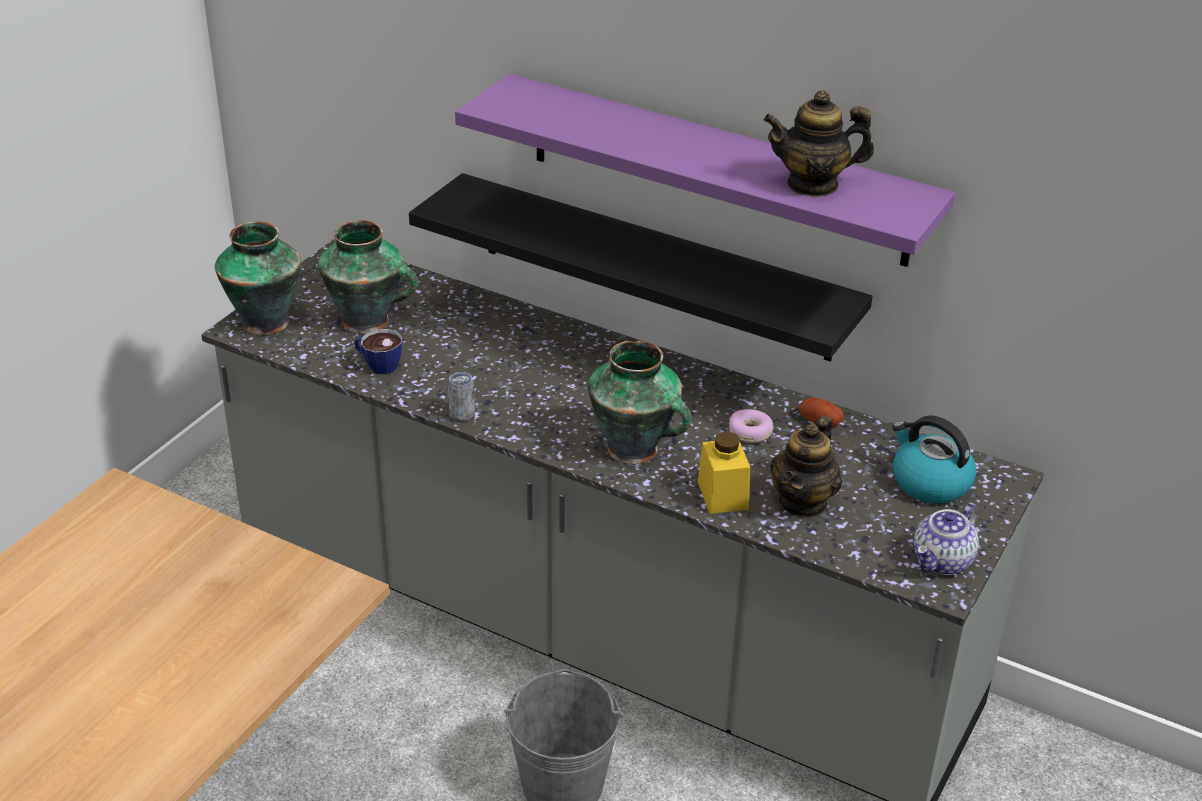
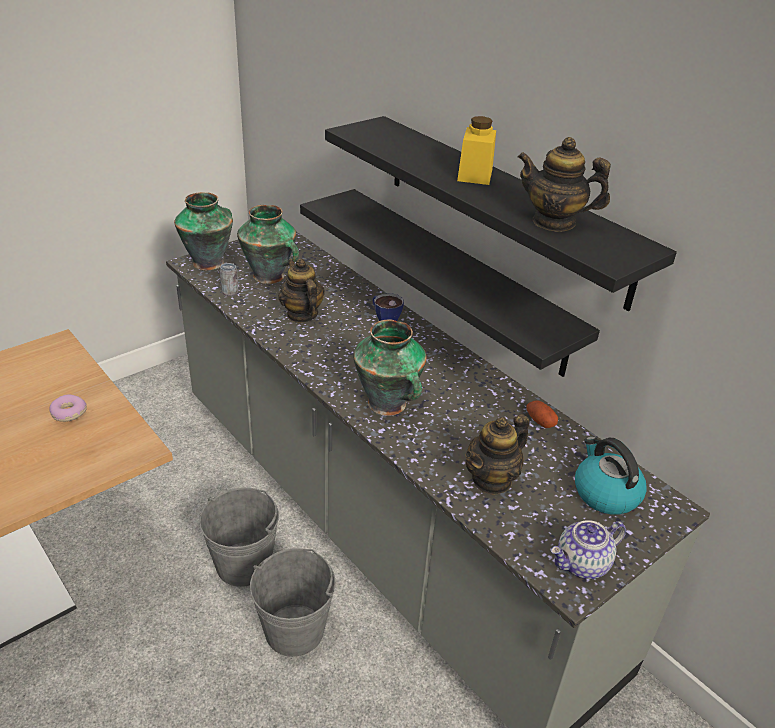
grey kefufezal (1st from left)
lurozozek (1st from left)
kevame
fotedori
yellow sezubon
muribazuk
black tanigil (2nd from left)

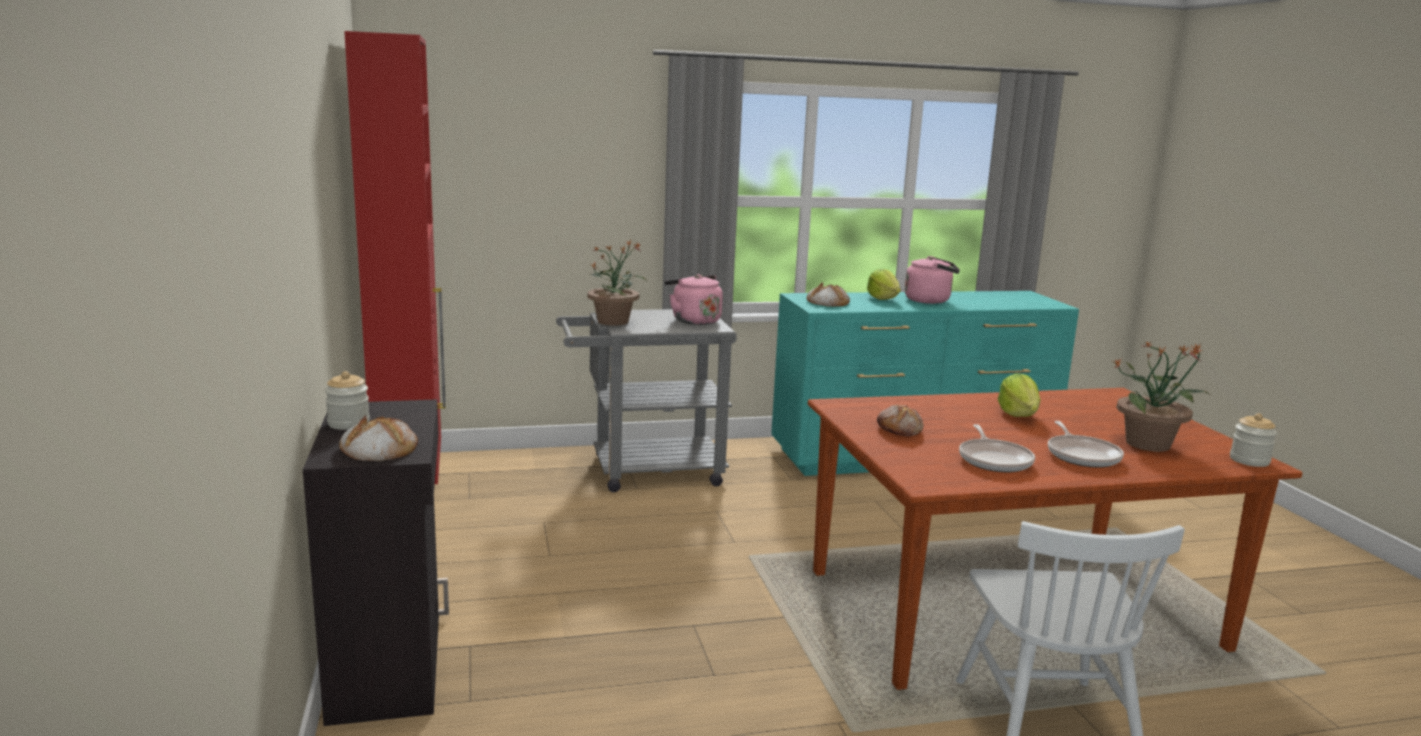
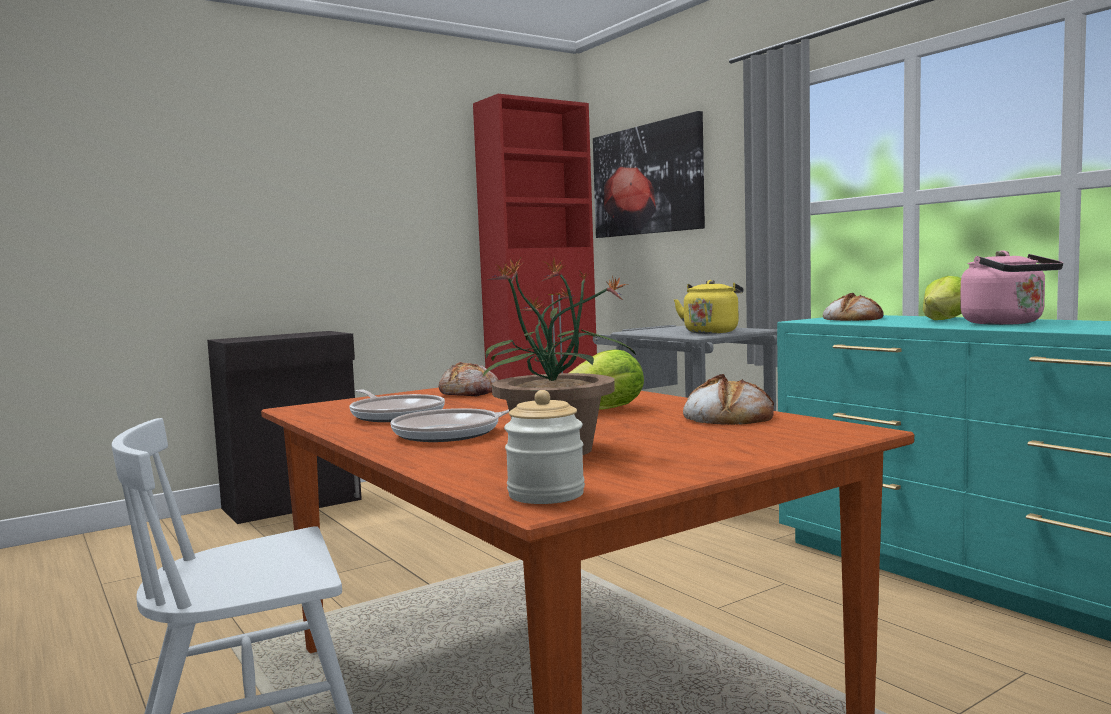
sezubon (1st from left in the first image)
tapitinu (1st from left in the first image)
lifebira
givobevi (2nd from left)
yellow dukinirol
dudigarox (1st from left)

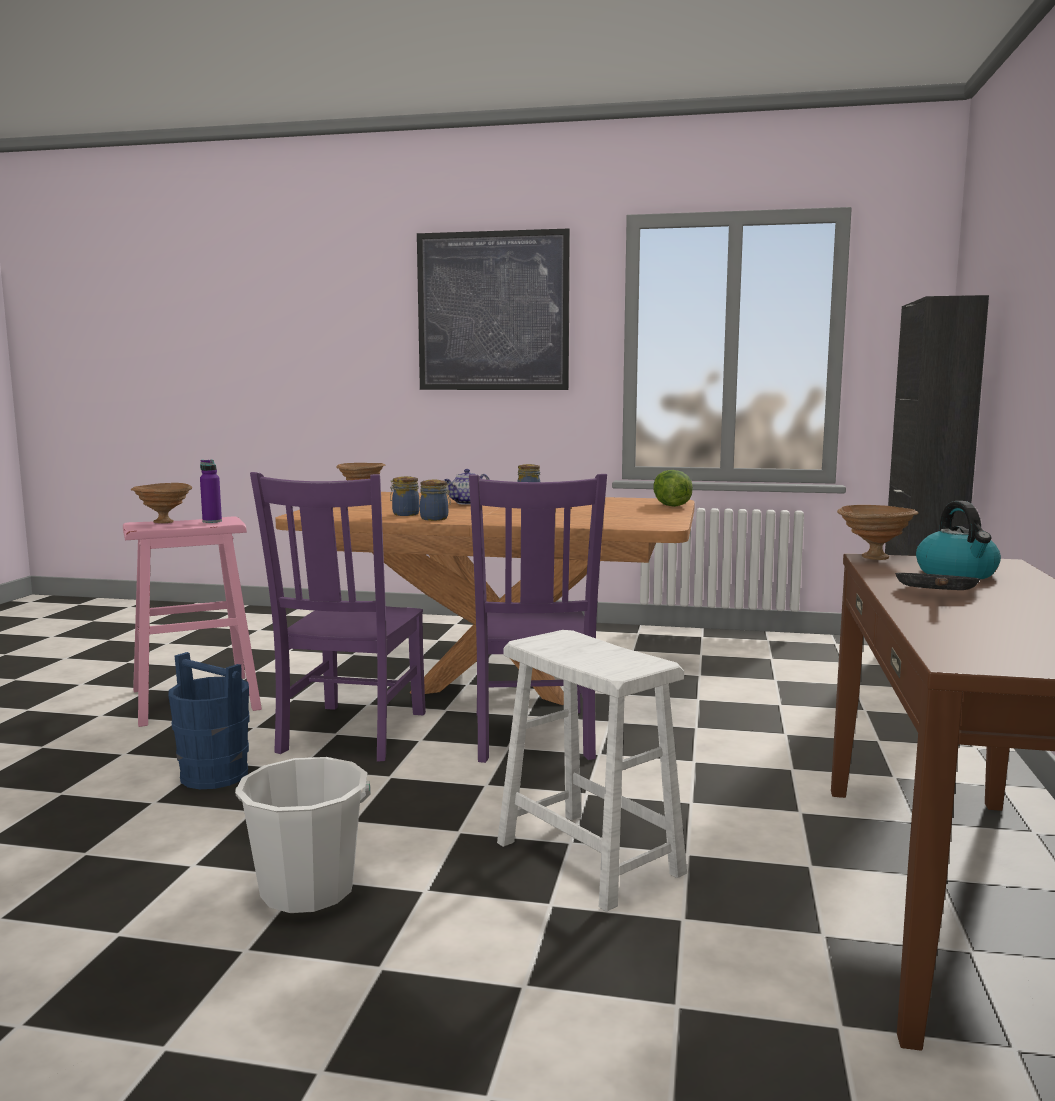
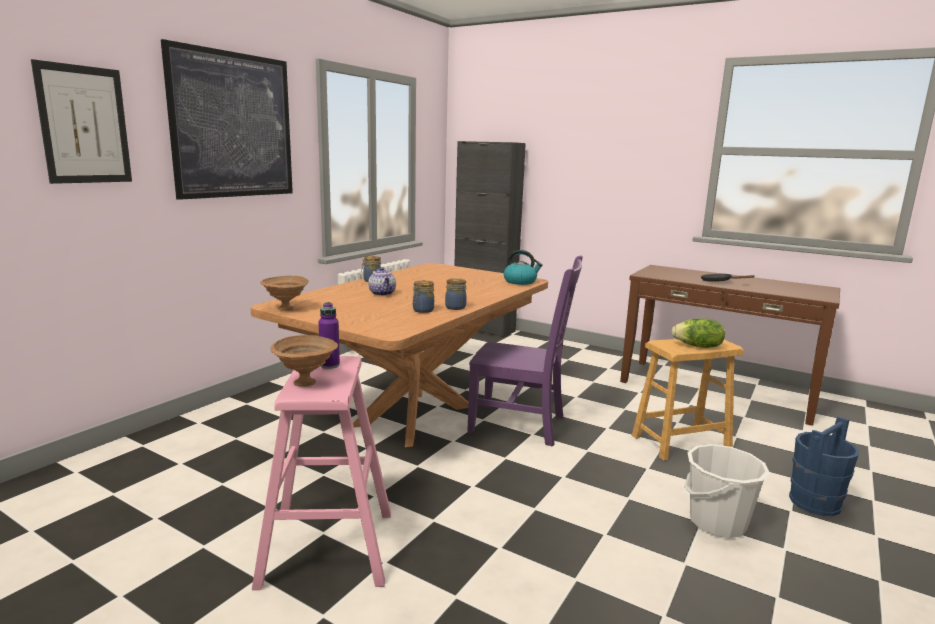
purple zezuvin (1st from left in the first image)
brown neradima (3rd from left in the first image)
lifebira (1st from left)
blue kefufezal
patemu
dukinirol
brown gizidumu

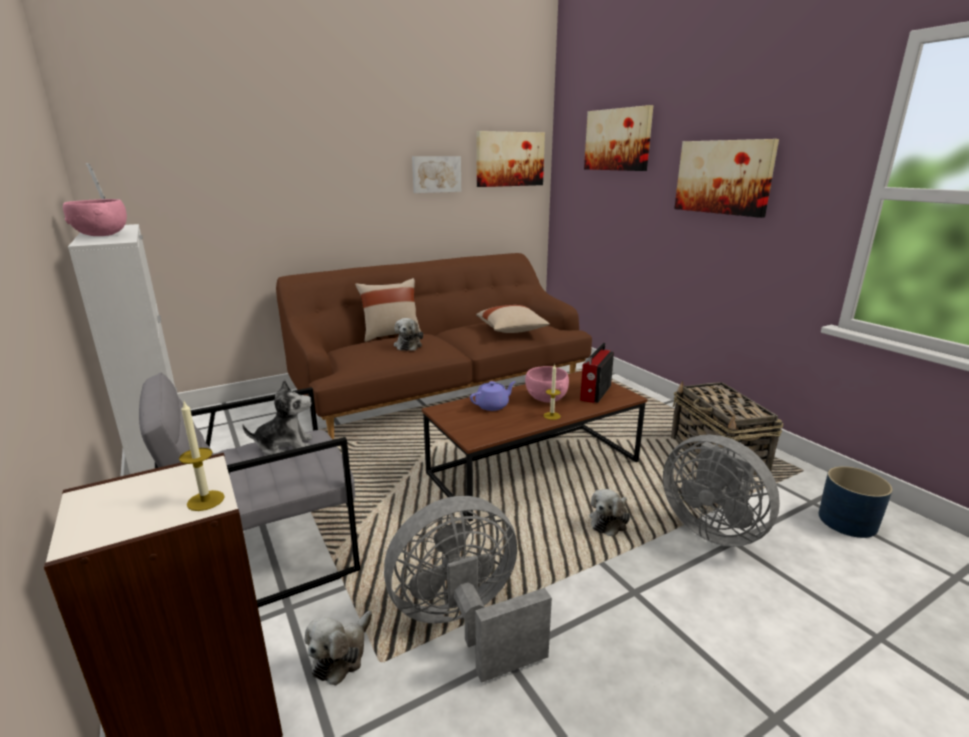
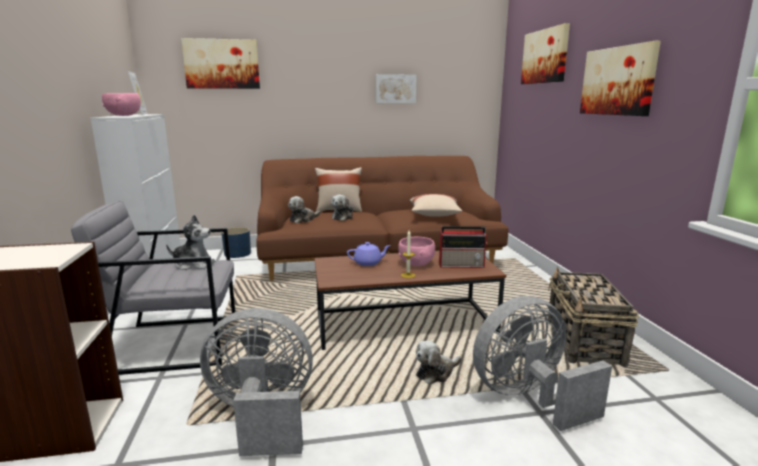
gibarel (1st from left in the first image)
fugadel (2nd from left)
lifebira (1st from left)
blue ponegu
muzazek
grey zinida (2nd from left)

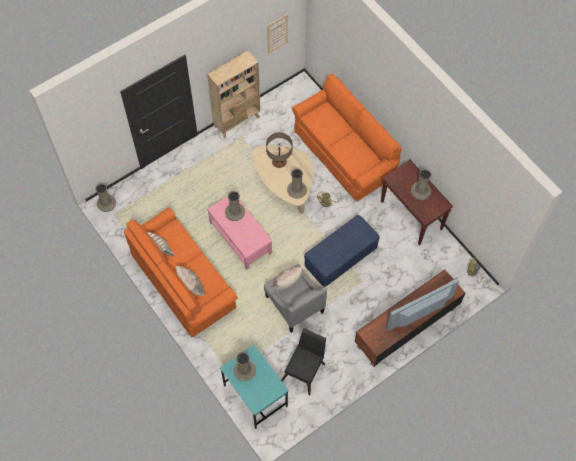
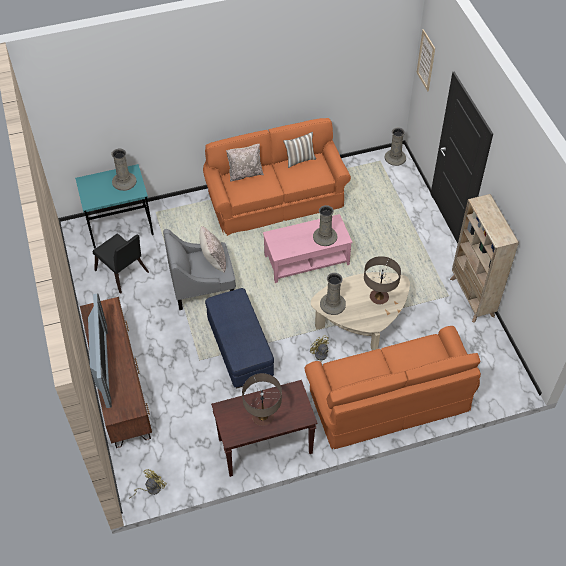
lifebira
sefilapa (1st from left)

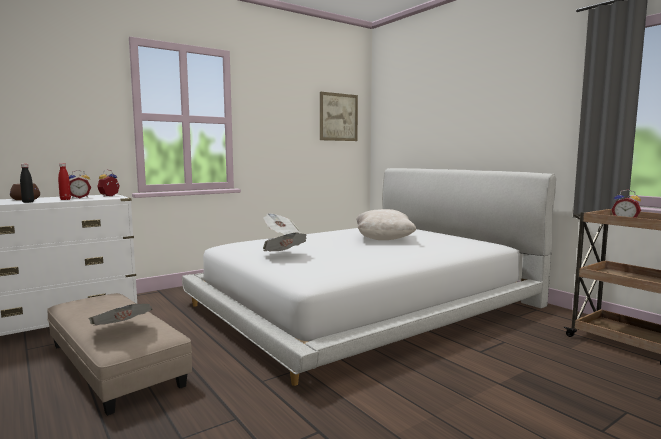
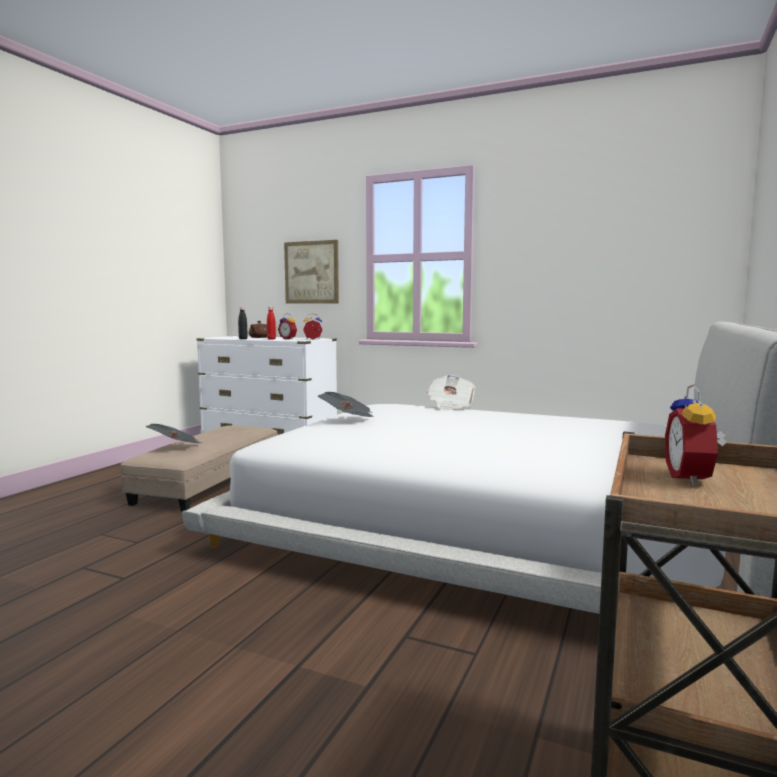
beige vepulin
lifebira

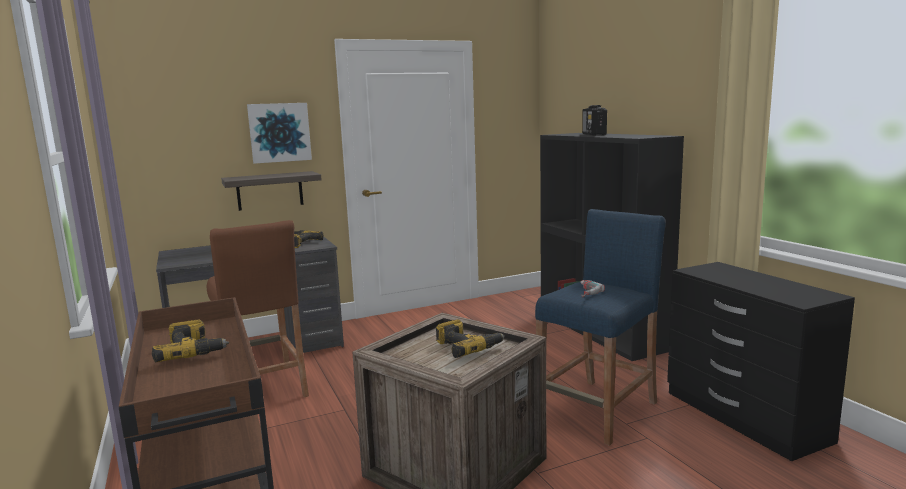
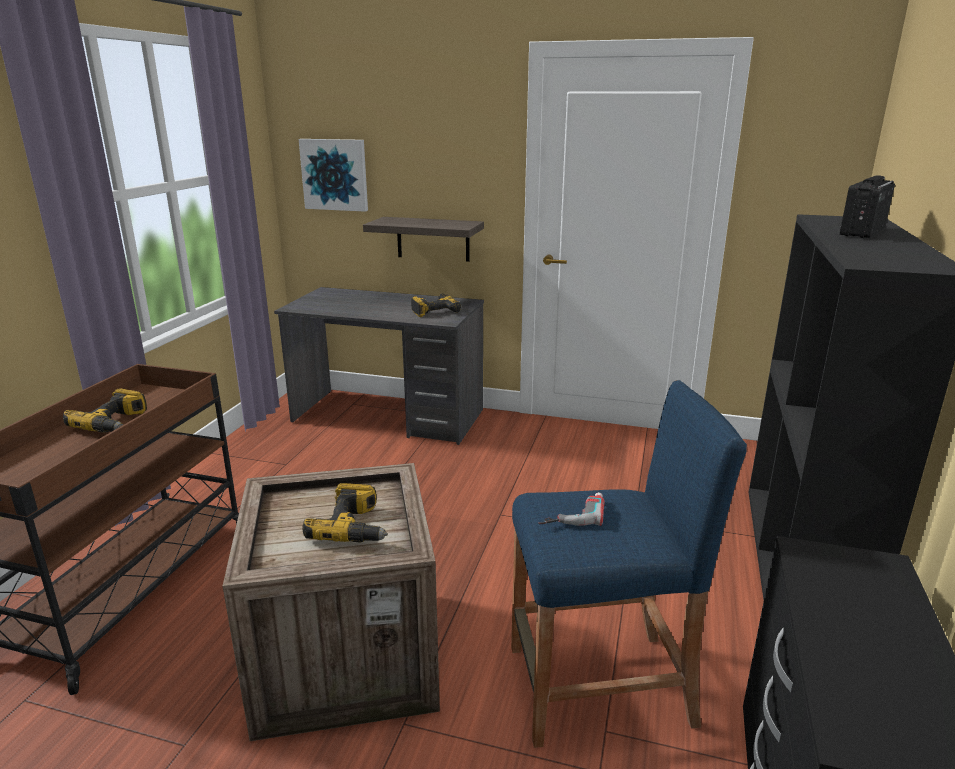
brown gizidumu
lifebira

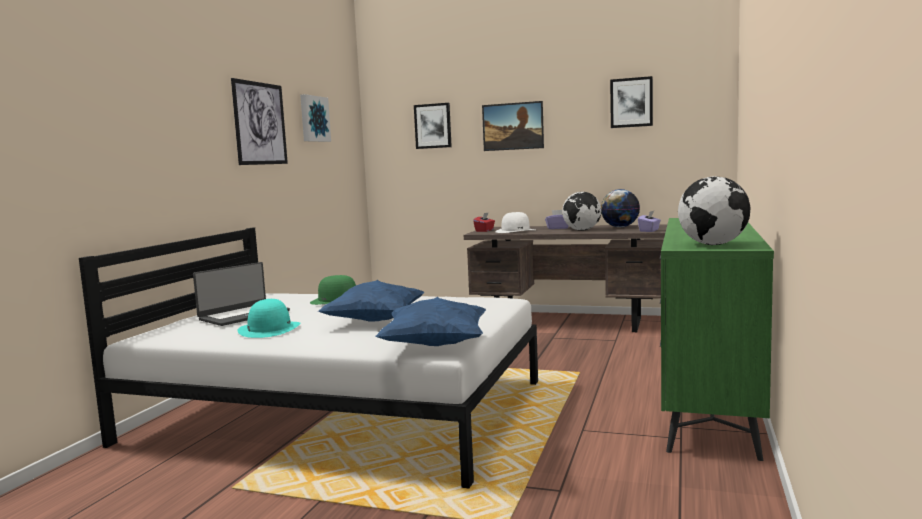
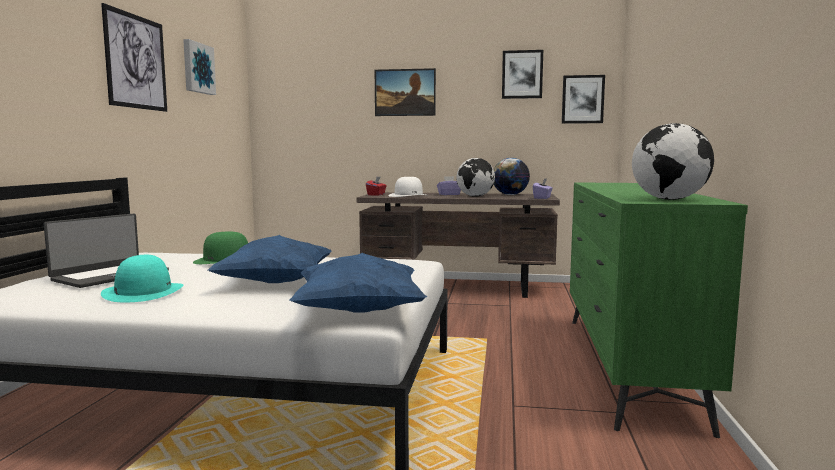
lifebira (5th from left)

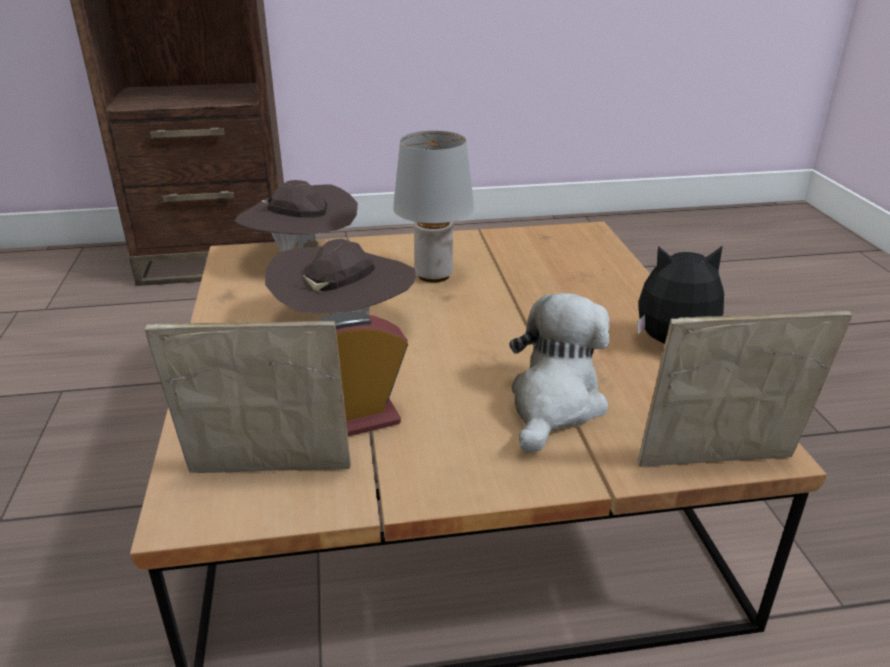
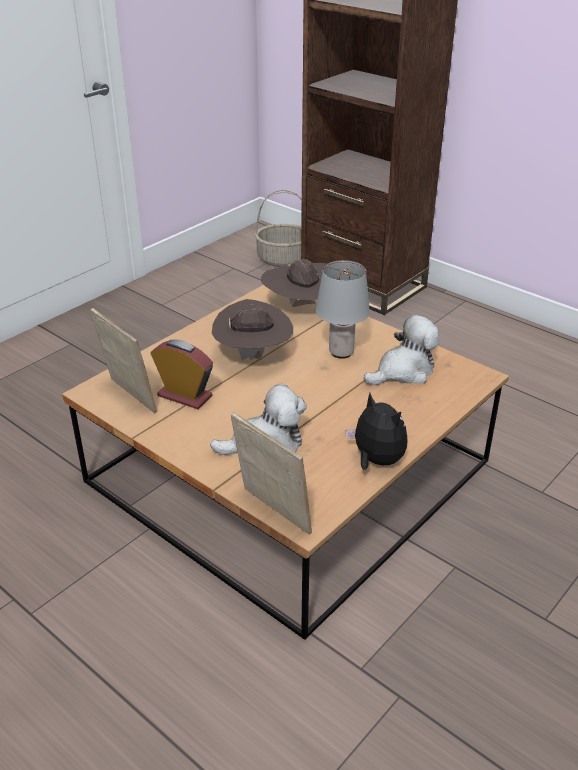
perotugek
fugadel (3rd from left)

